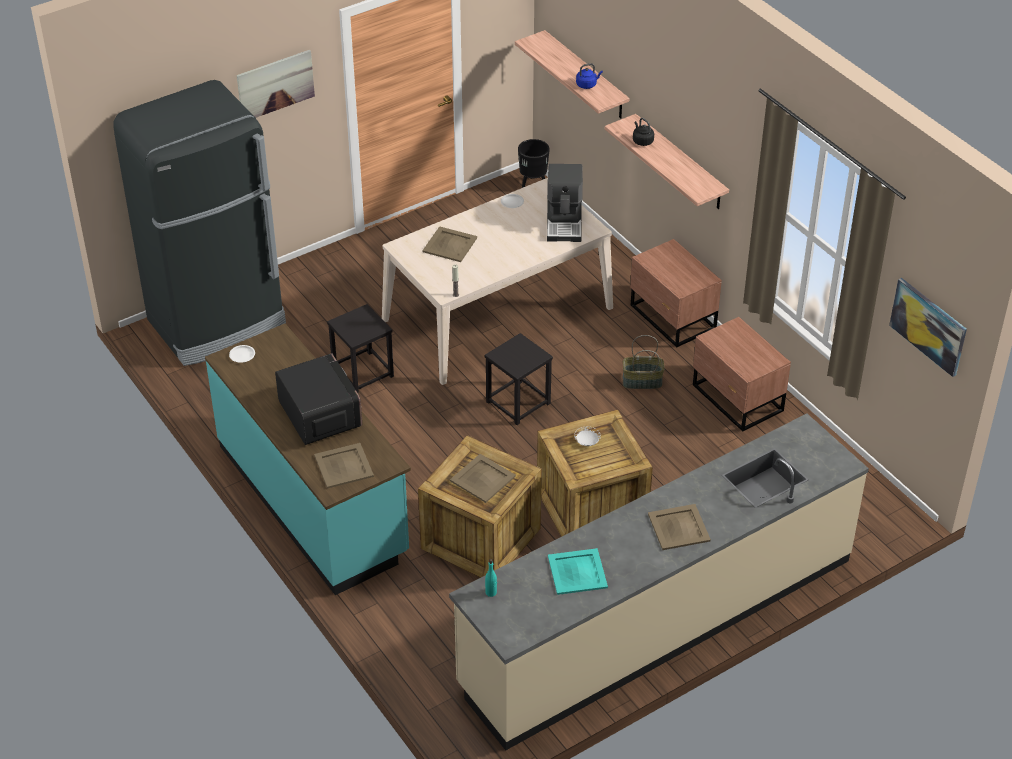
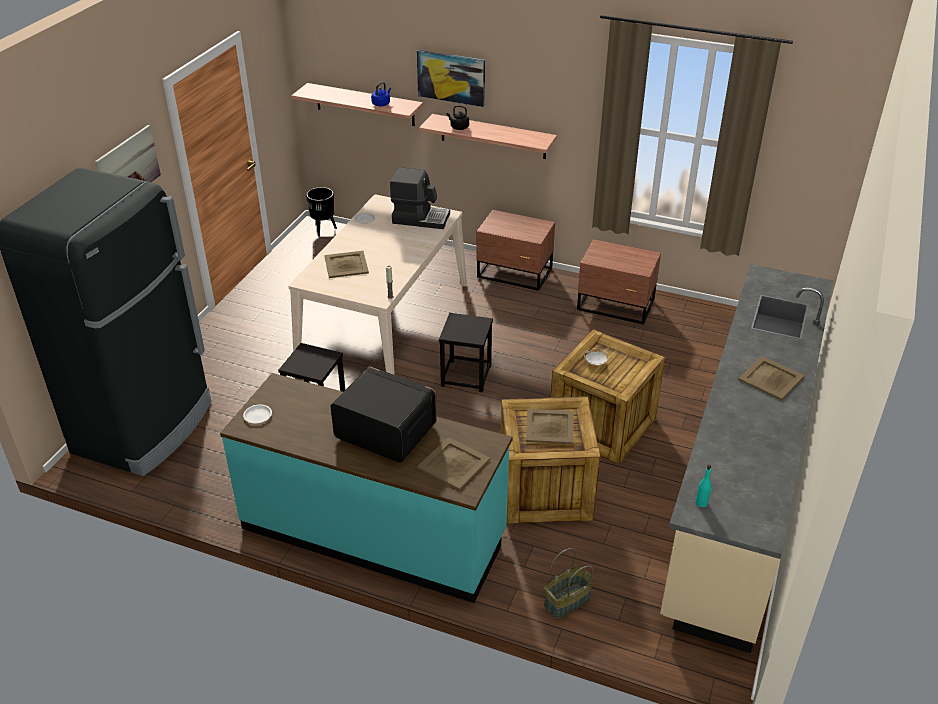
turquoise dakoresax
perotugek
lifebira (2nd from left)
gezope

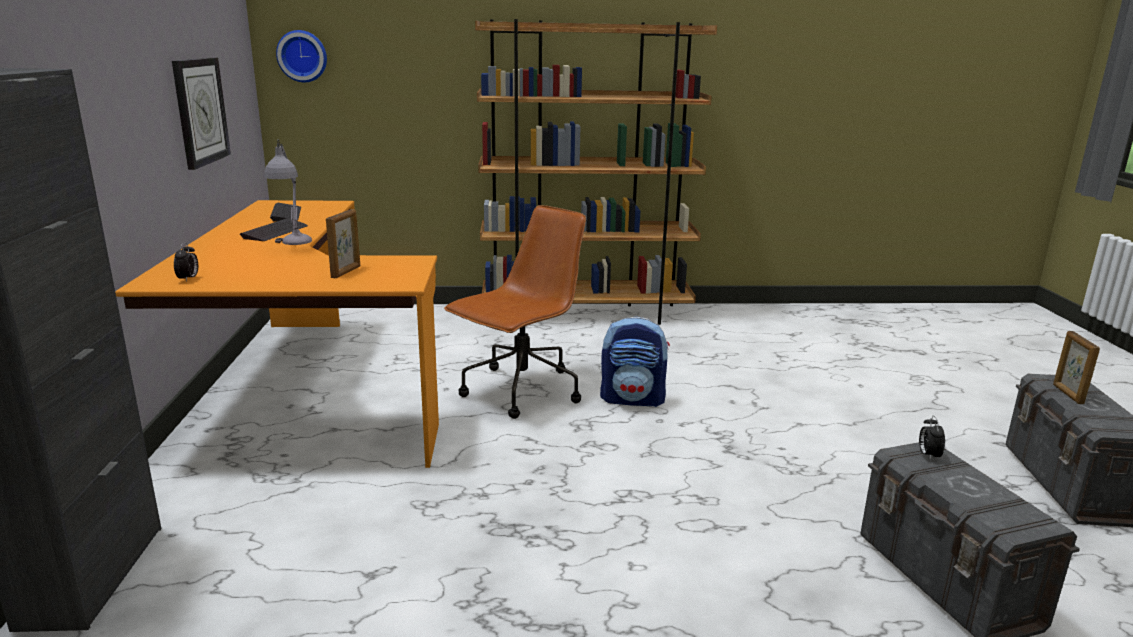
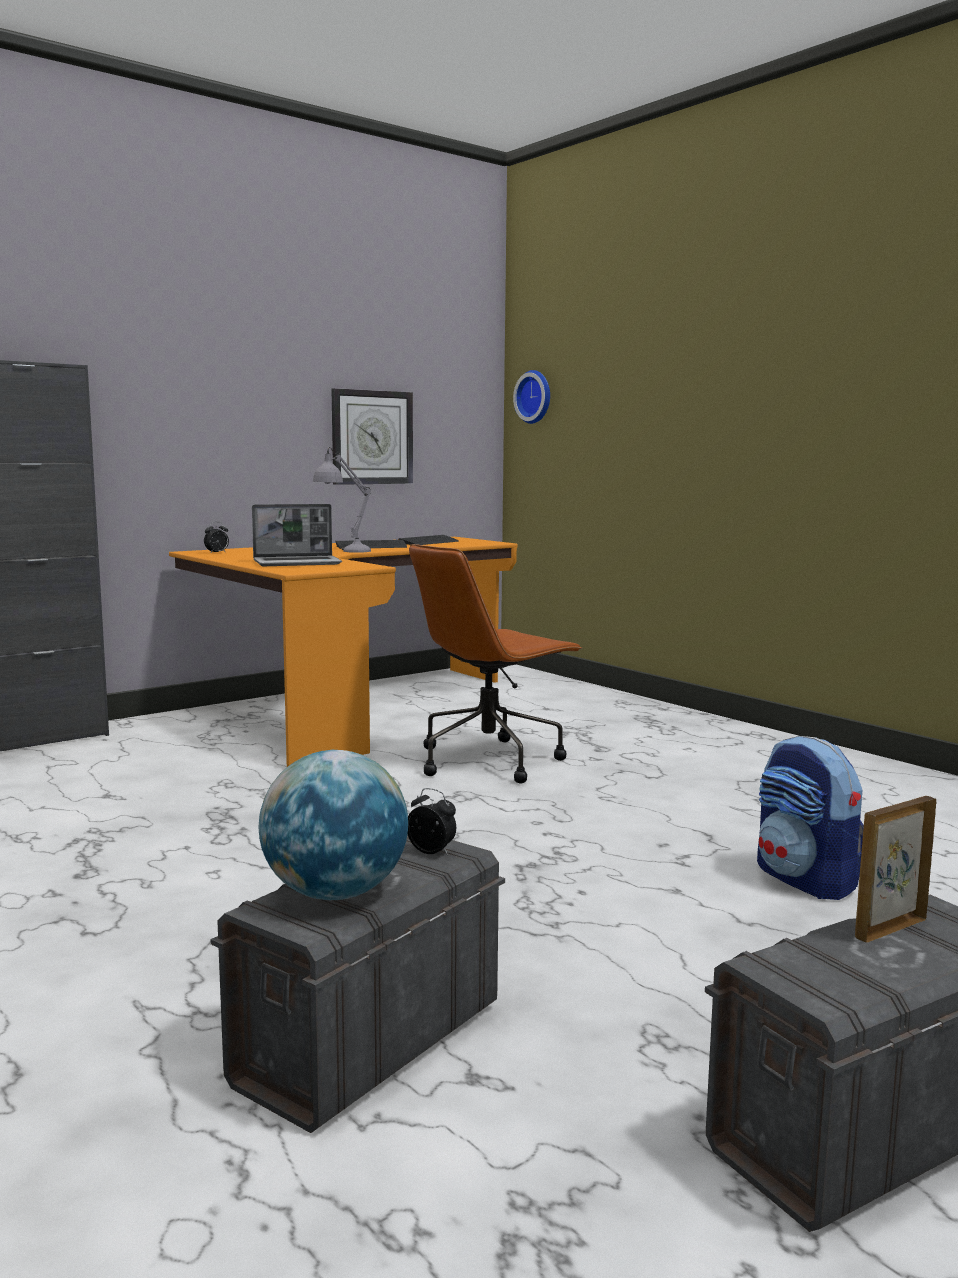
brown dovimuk
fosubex
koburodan
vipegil
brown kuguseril
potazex (2nd from left)

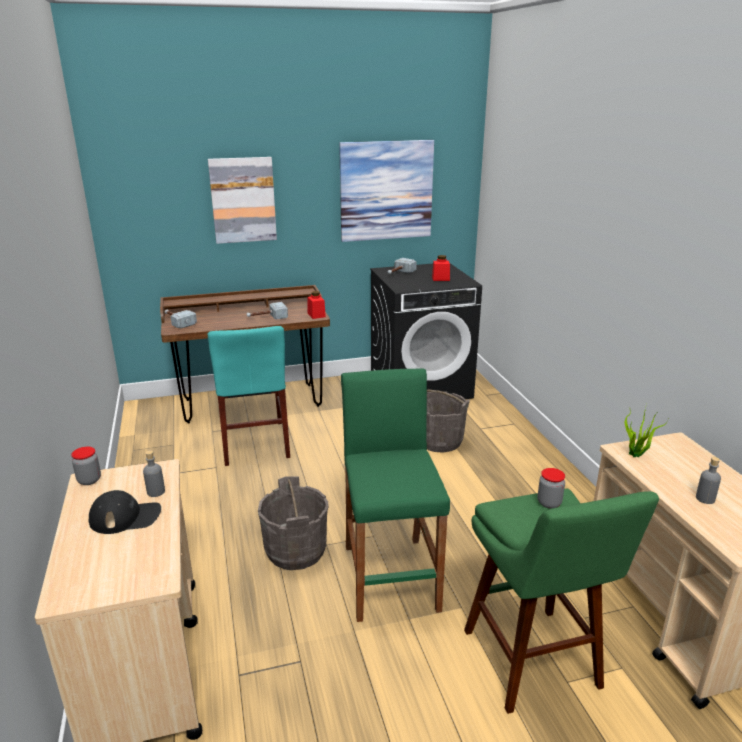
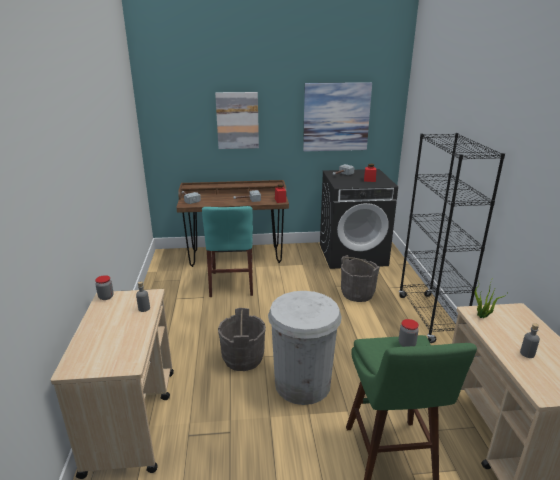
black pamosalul
black dovimuk
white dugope

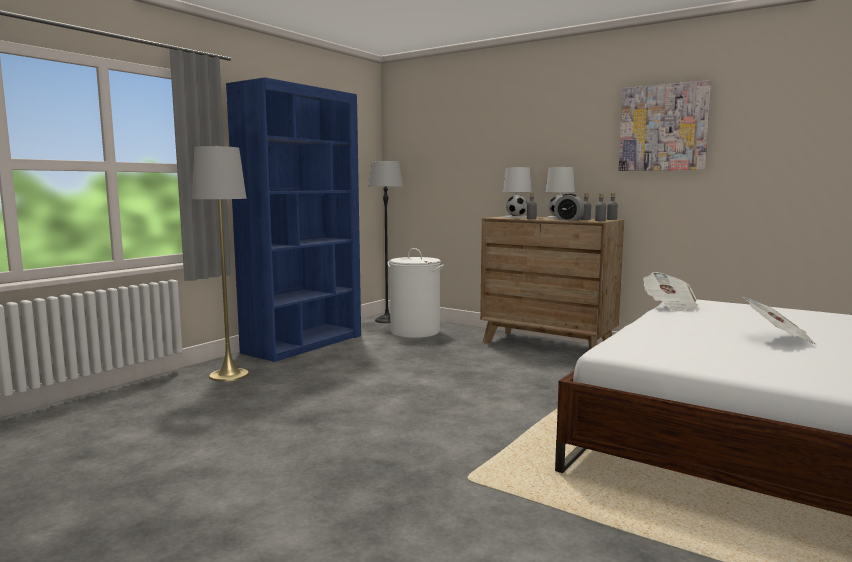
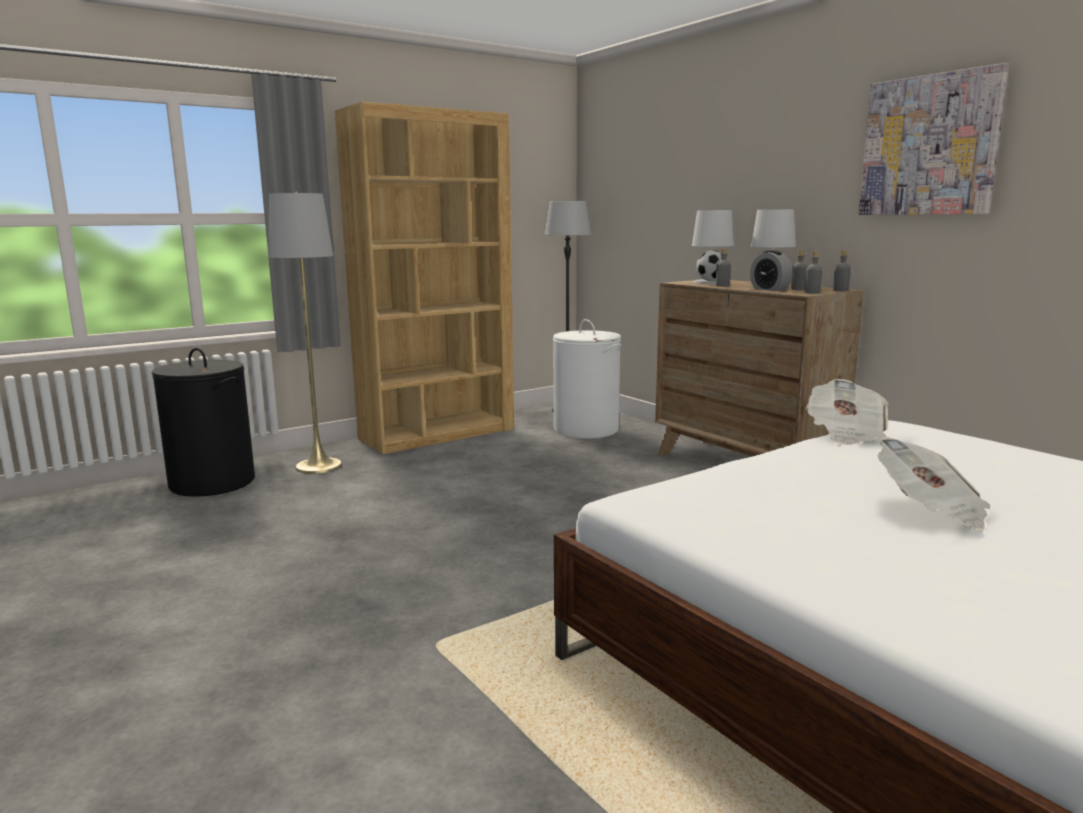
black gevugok
brown dovimuk

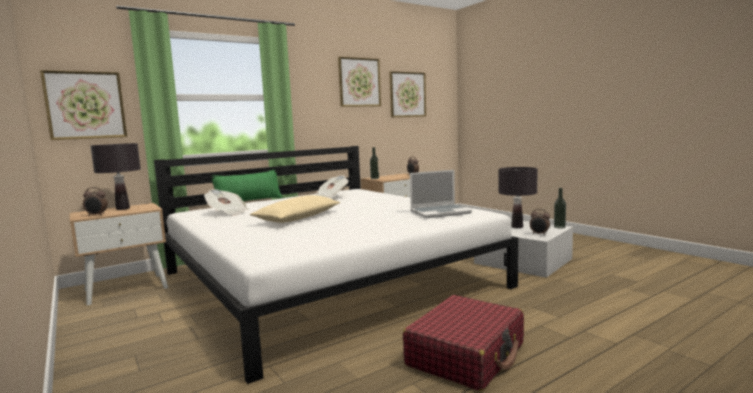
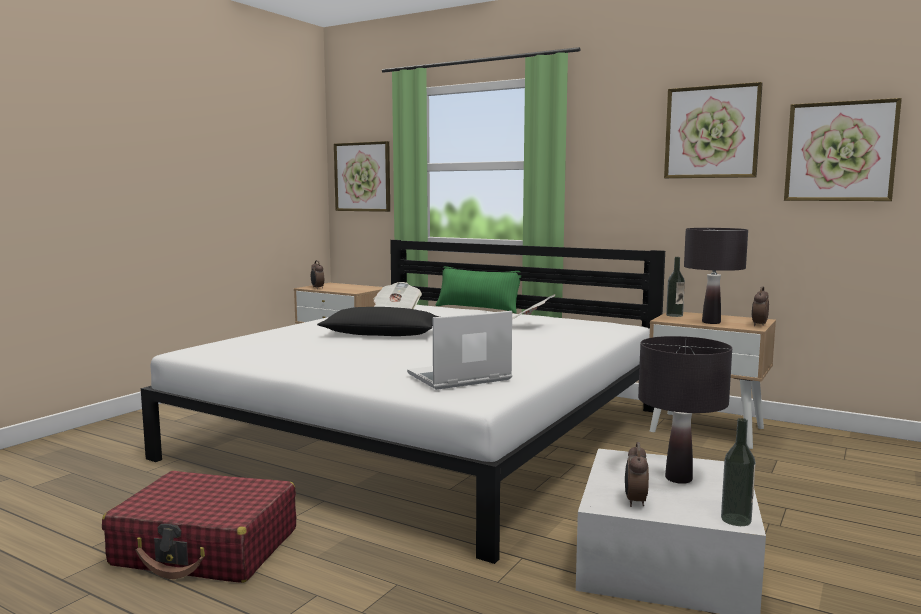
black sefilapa (2nd from left)
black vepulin
vipegil

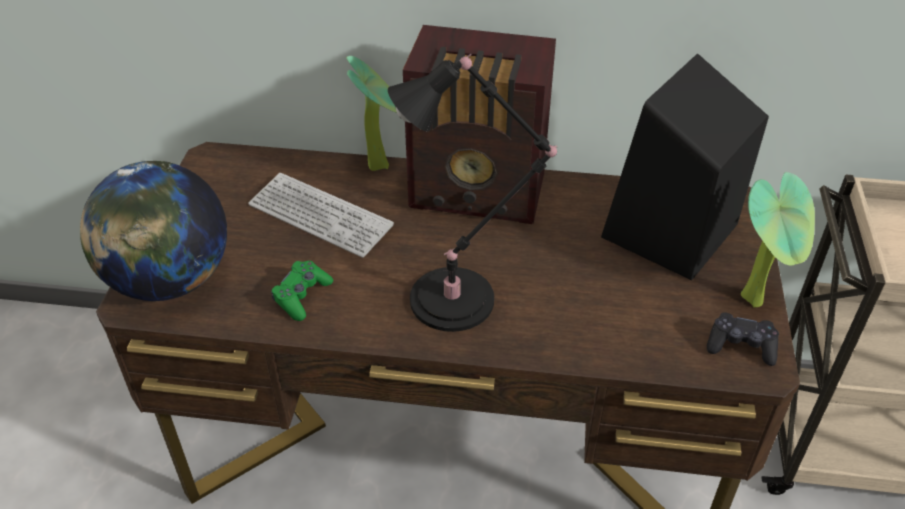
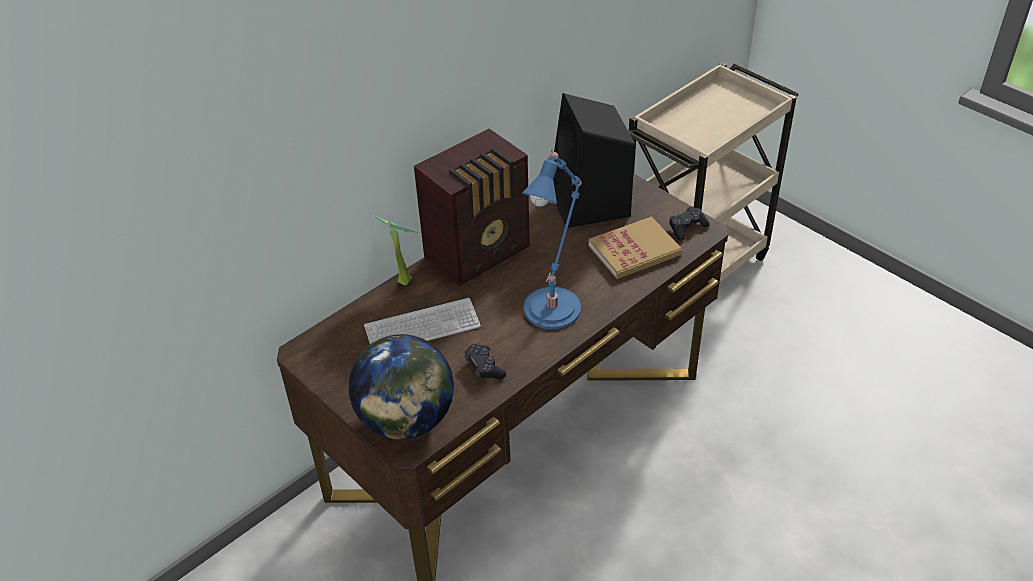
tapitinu (2nd from left in the first image)
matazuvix
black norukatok (1st from left)
blue sefilapa

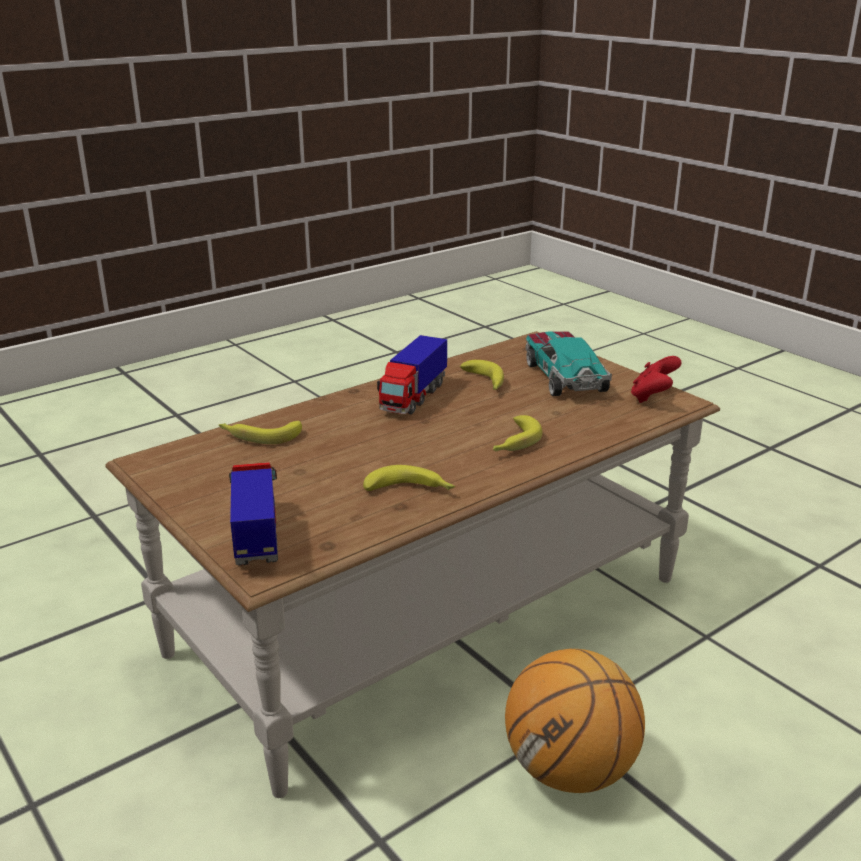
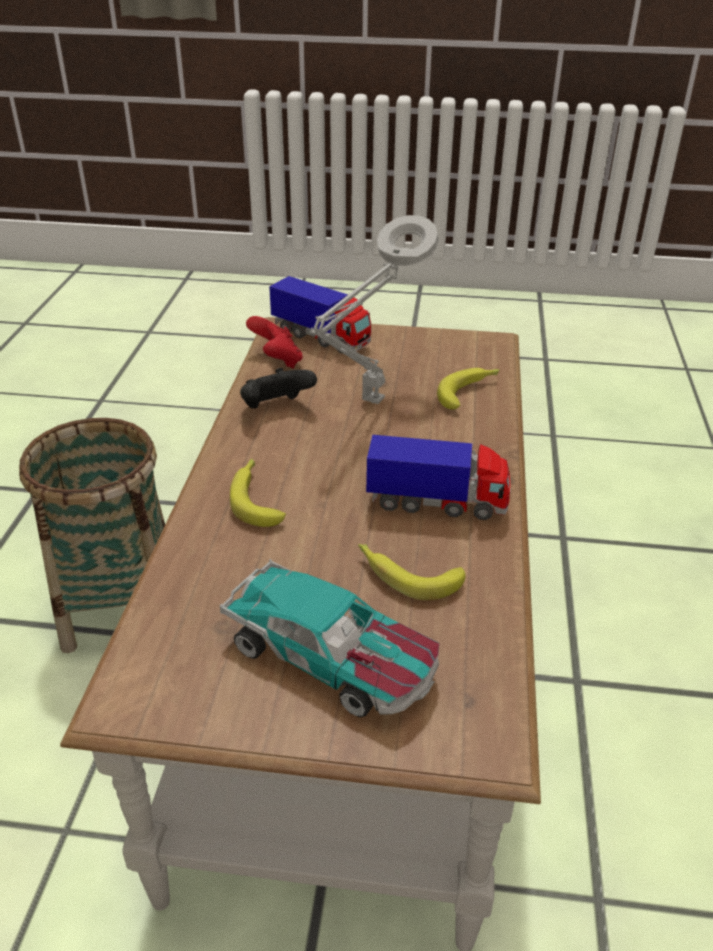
grey sefilapa
red norukatok
black norukatok
perotugek
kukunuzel (2nd from left)

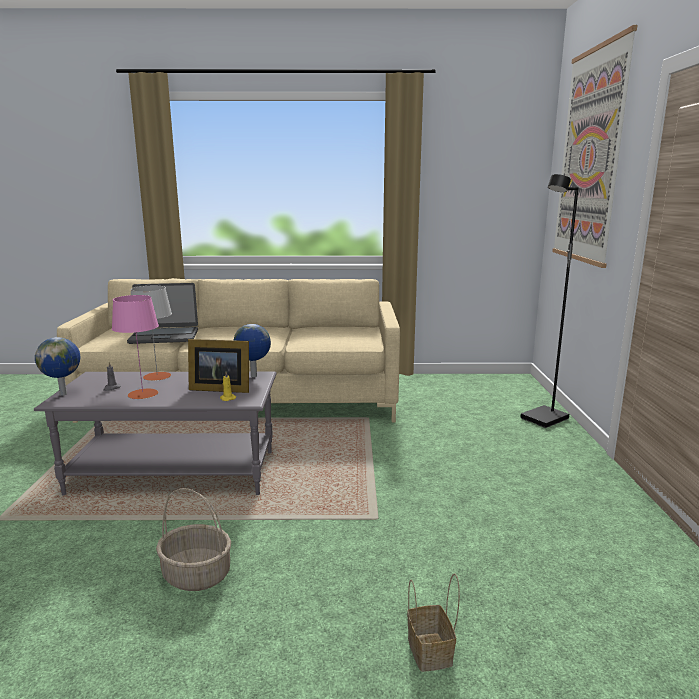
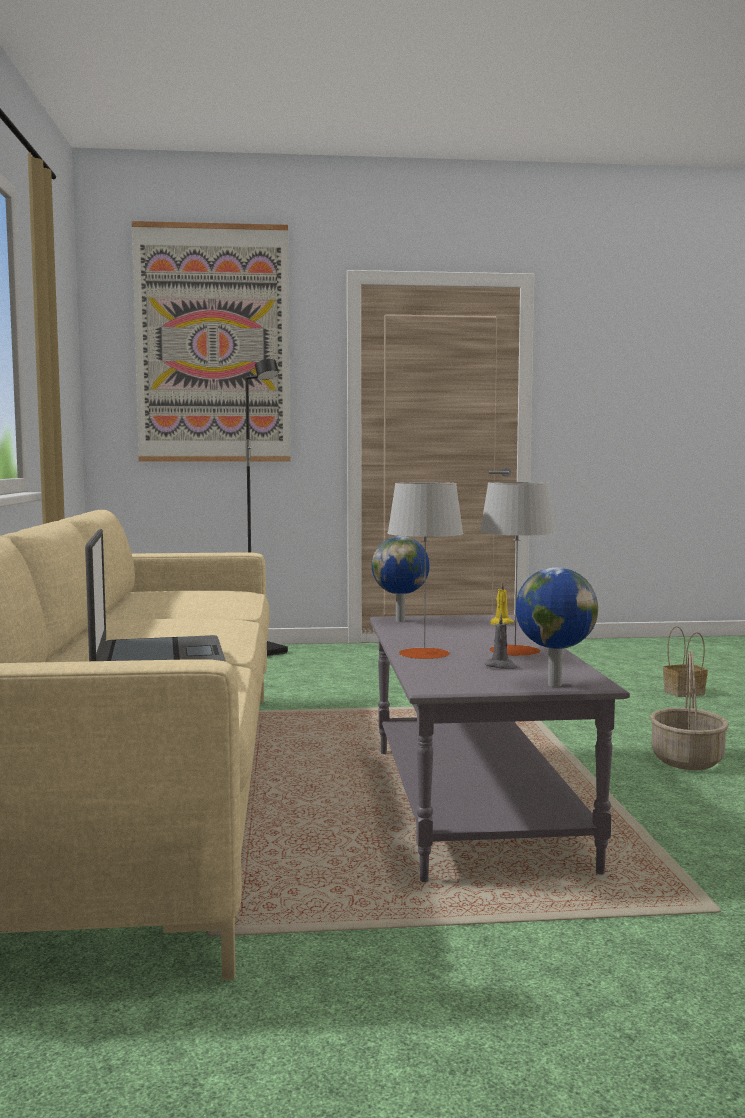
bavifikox
grey sefilapa (2nd from left)

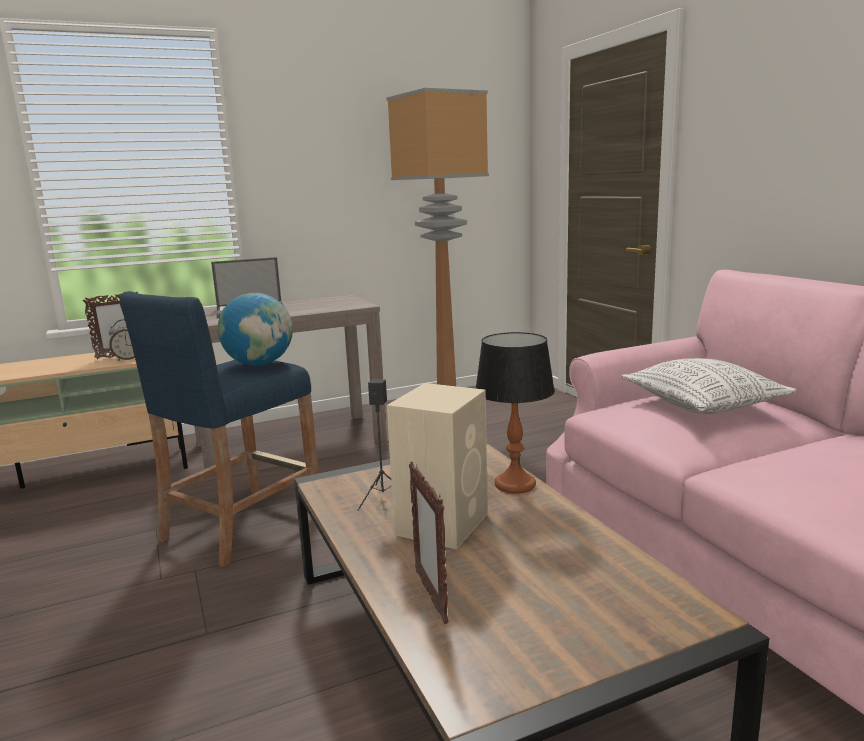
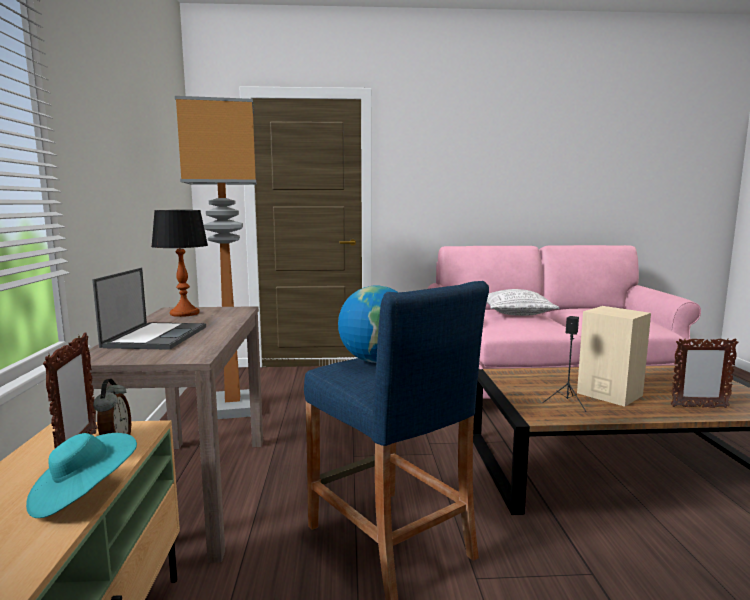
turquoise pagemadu
sefilapa

